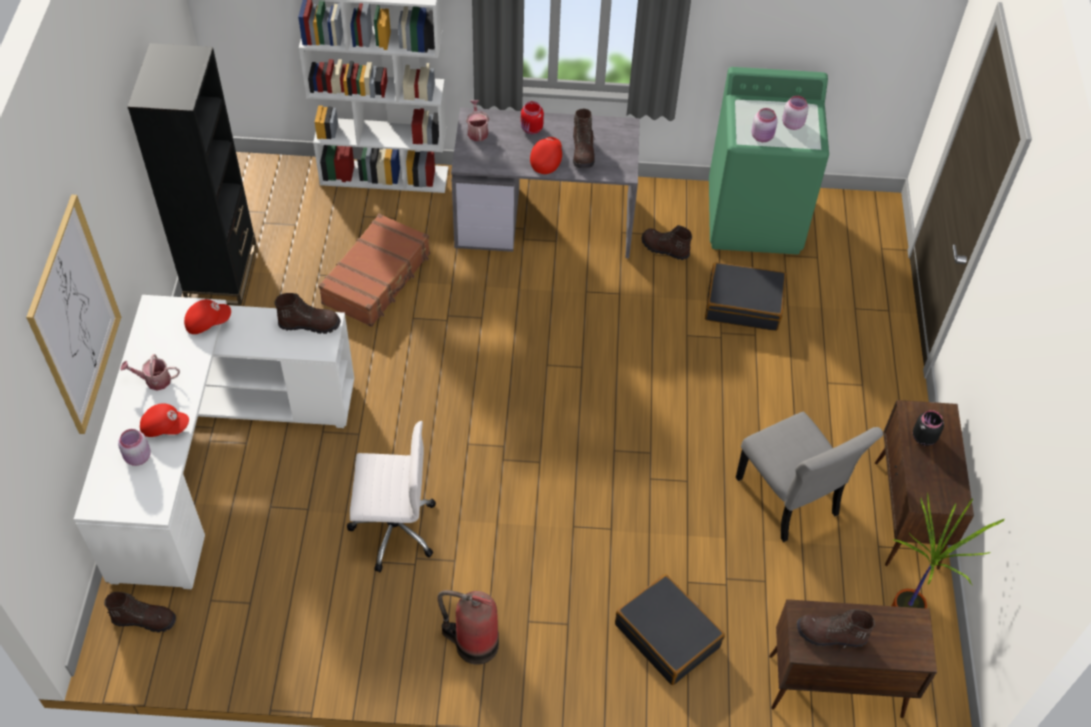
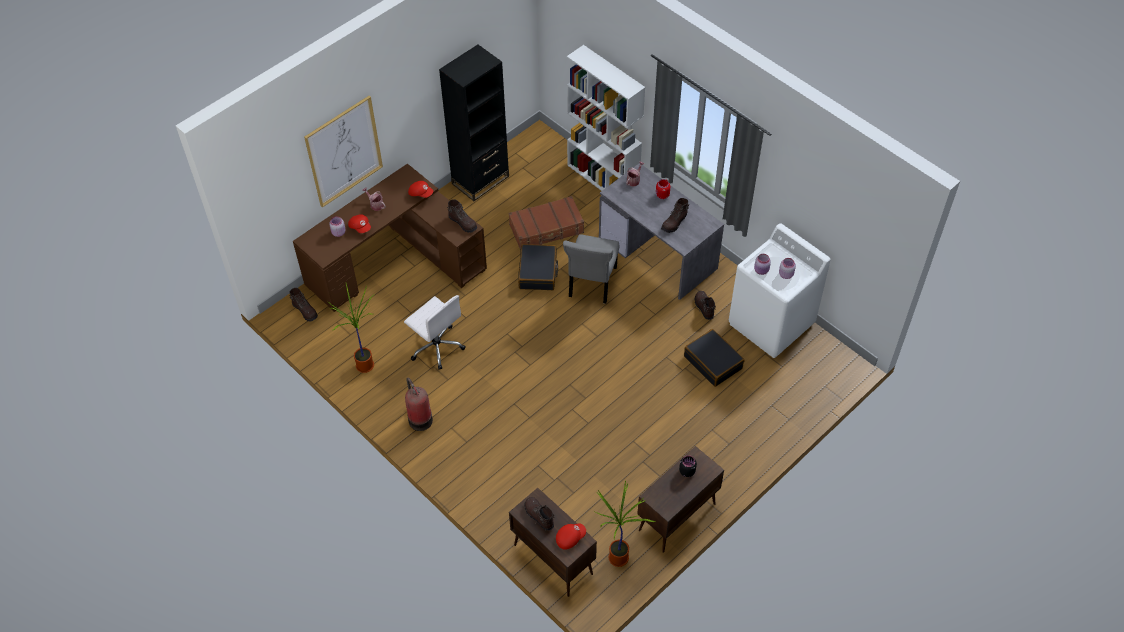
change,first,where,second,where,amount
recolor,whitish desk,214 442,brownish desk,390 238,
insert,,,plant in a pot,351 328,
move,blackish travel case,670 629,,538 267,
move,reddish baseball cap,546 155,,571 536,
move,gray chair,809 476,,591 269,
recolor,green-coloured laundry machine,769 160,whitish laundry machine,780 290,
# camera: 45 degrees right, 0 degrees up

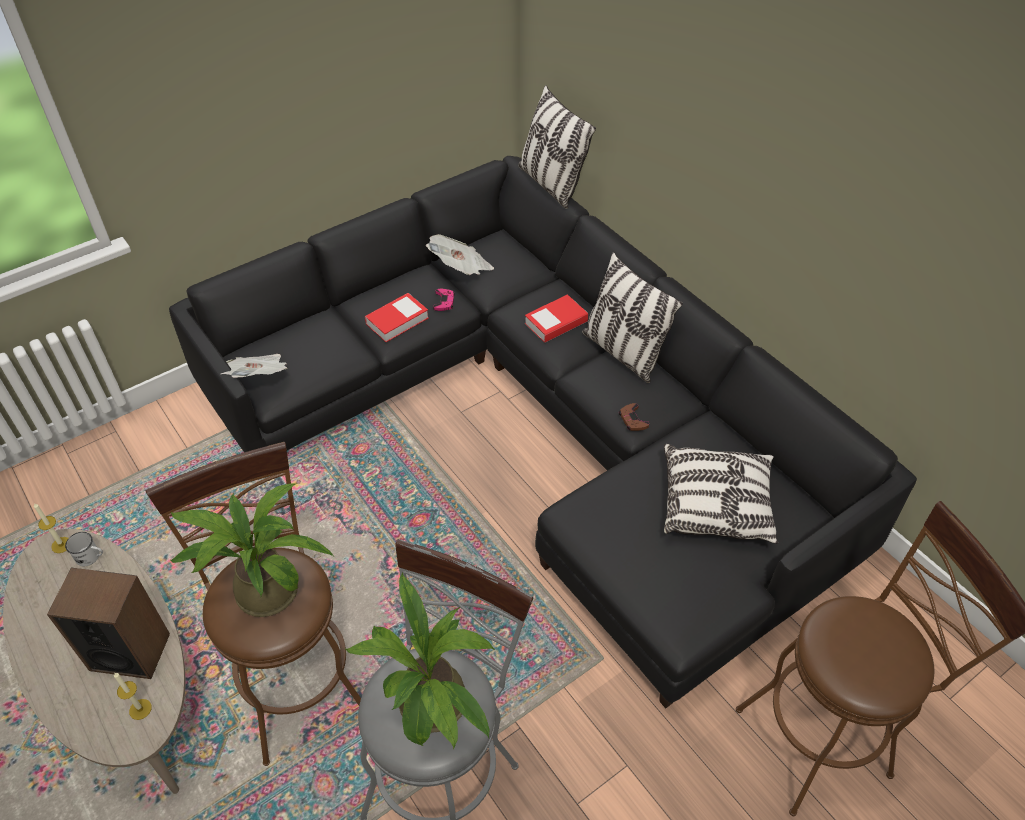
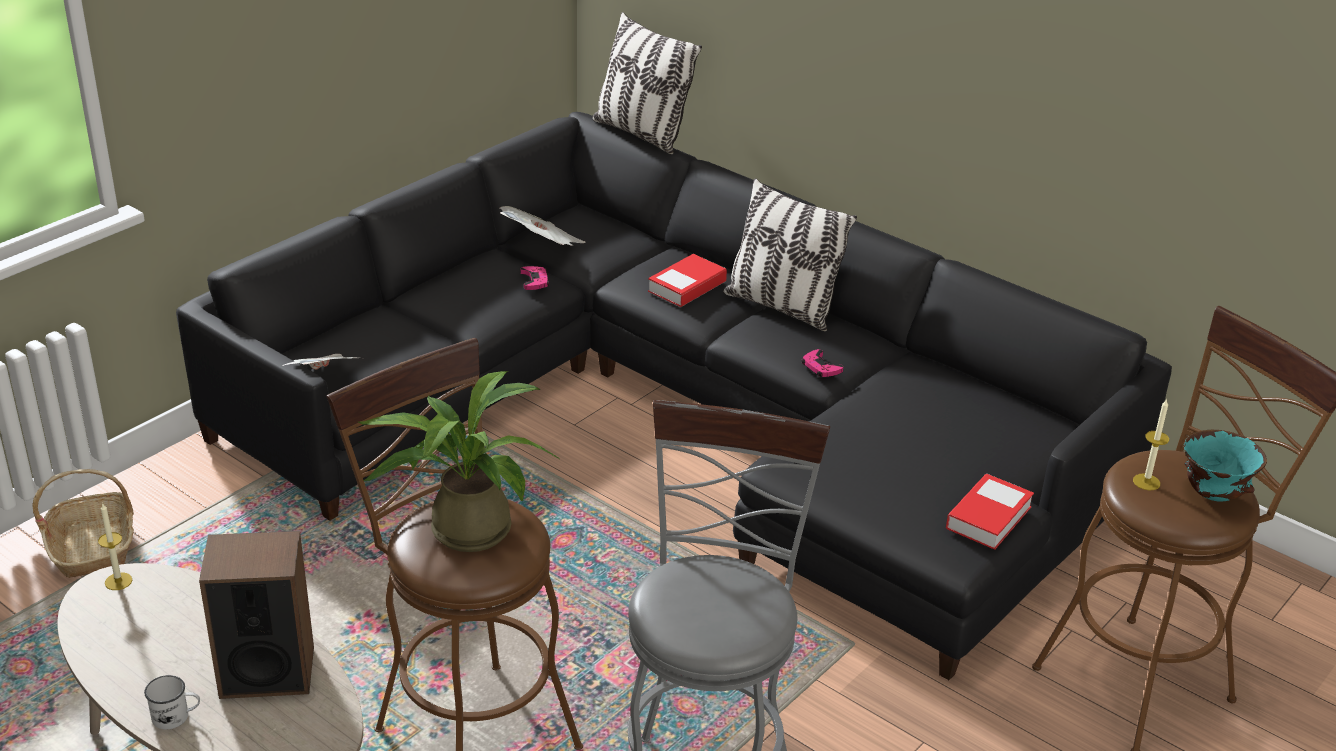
change,first,where,second,where,amount
insert,,,household basket,83 523,
move,whitish tea mug,84 549,,172 702,
recolor,brownish game controller,634 417,pink-coloured game controller,822 363,
move,volume,397 317,,990 512,
move,wax light,133 696,,1151 444,
insert,,,blue-green deep dish,1225 466,
delete,plant in a pot,420 661,,,
delete,cushion,721 494,,,
# camera: 15 degrees left, 15 degrees down

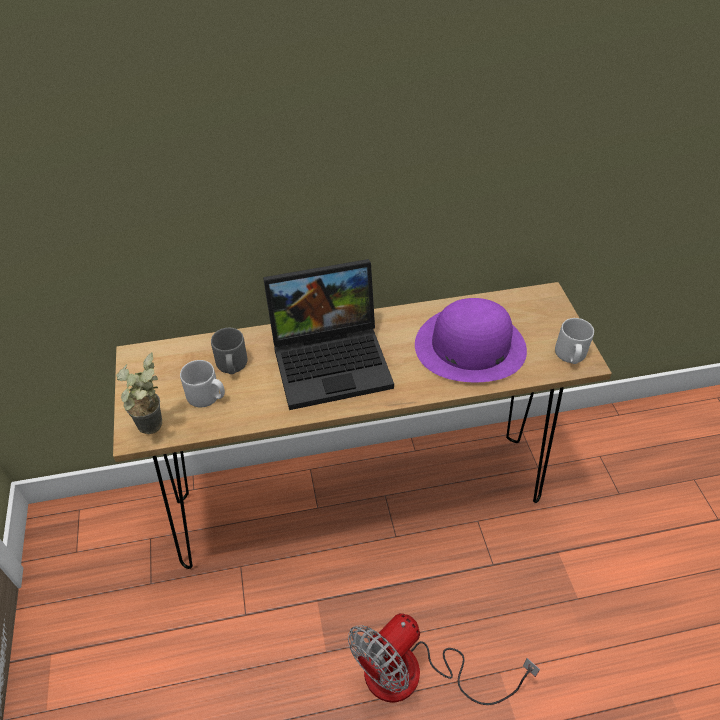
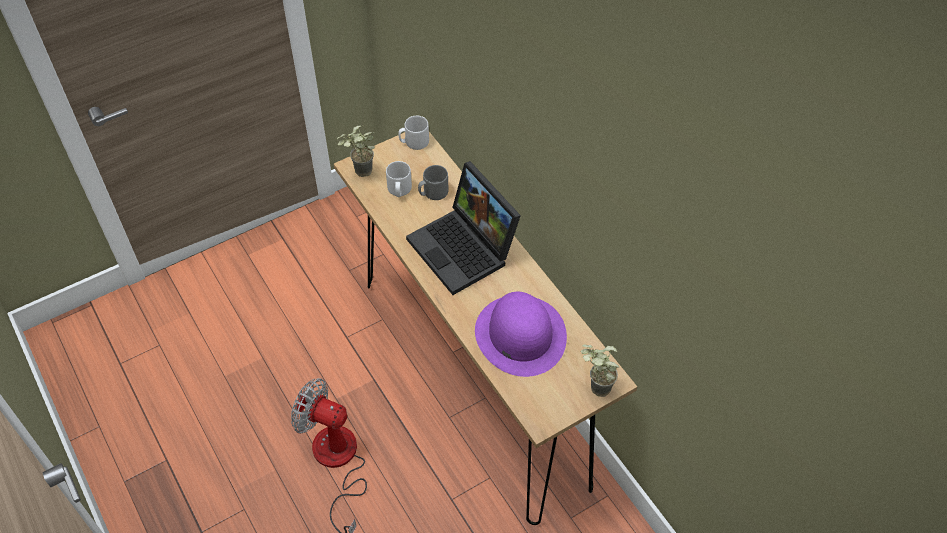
change,first,where,second,where,amount
move,gray tea mug,574 341,,413 133,
insert,,,plant in a pot,600 370,
# camera: 70 degrees right, 5 degrees up

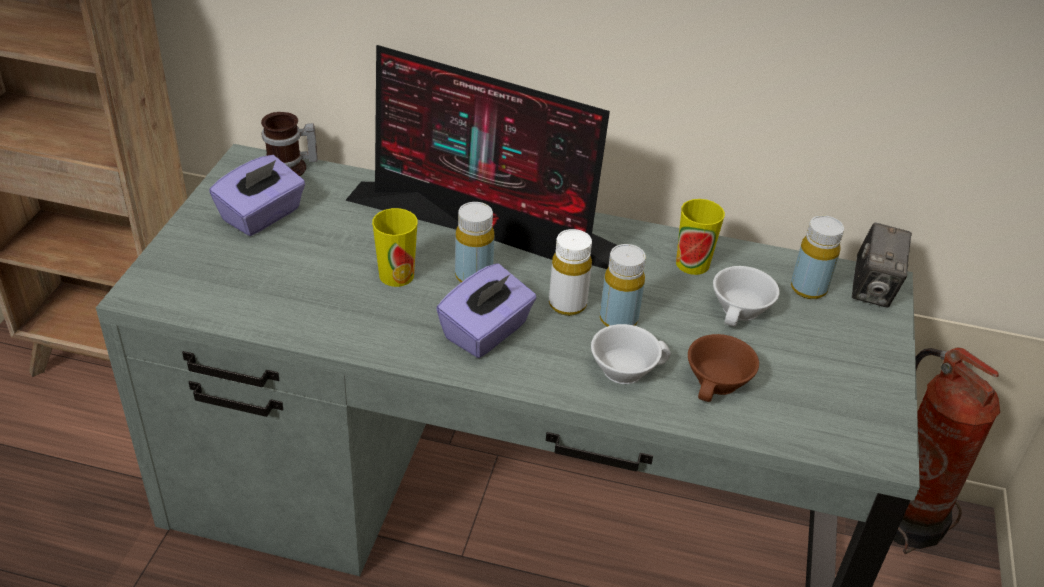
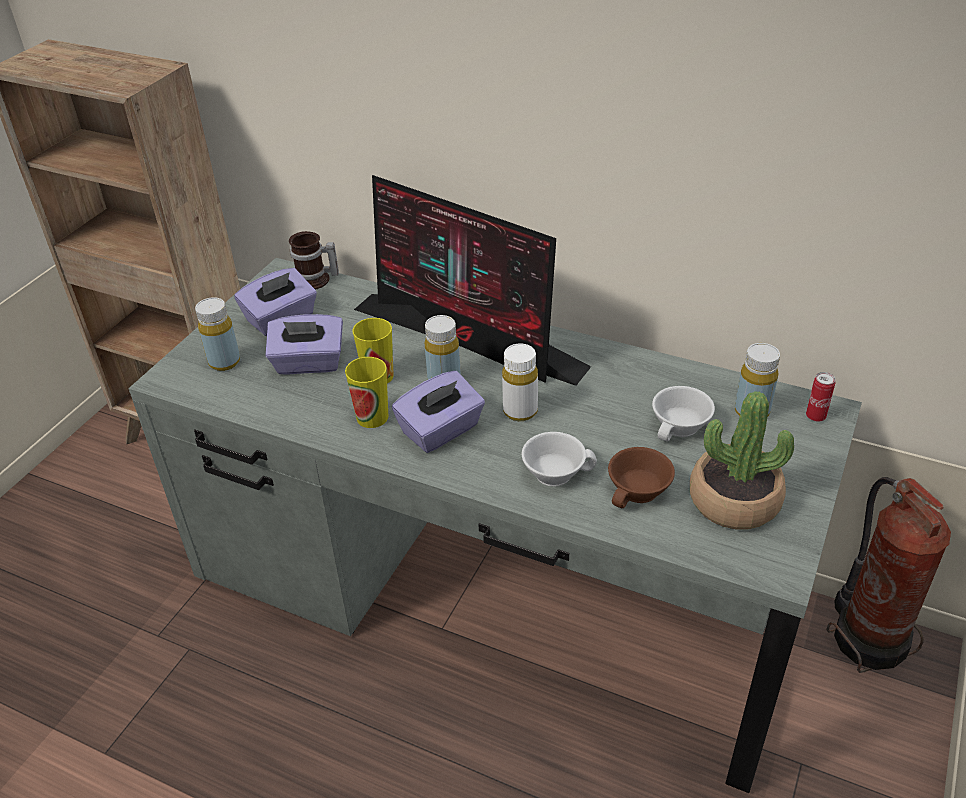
change,first,where,second,where,amount
move,yellow-coloured drink bottle,623 285,,217 334,
insert,,,purple-coloured box of tissues,304 344,
move,drinking cup,700 237,,366 392,
insert,,,plant in a pot,742 460,
replace,still camera,882 265,can,821 397,
# camera: 15 degrees right, 0 degrees up

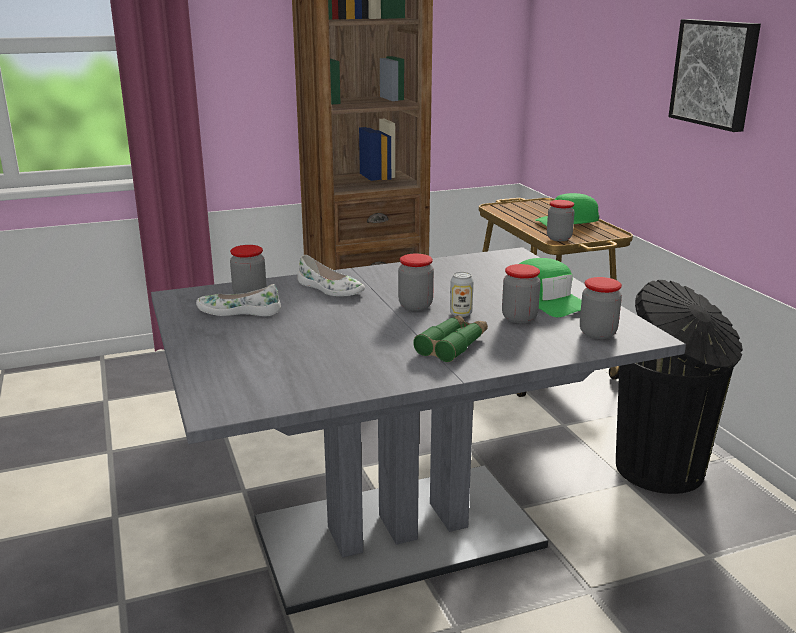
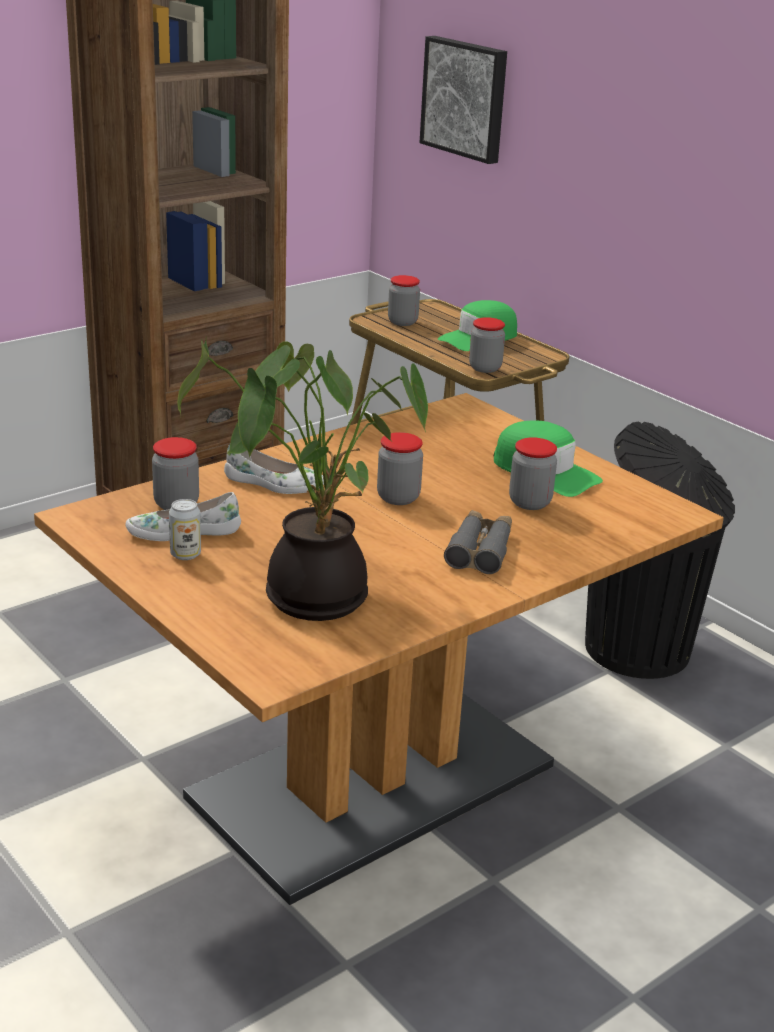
change,first,where,second,where,amount
recolor,gray dinner table,418 431,brownish dinner table,379 649,
move,can,462 294,,185 529,
insert,,,plant in a pot,302 478,
move,jar,601 308,,404 300,
move,picture,714 75,,463 100,
recolor,green-coloured field glasses,450 338,gray field glasses,478 542,
# camera: 20 degrees left, 5 degrees up

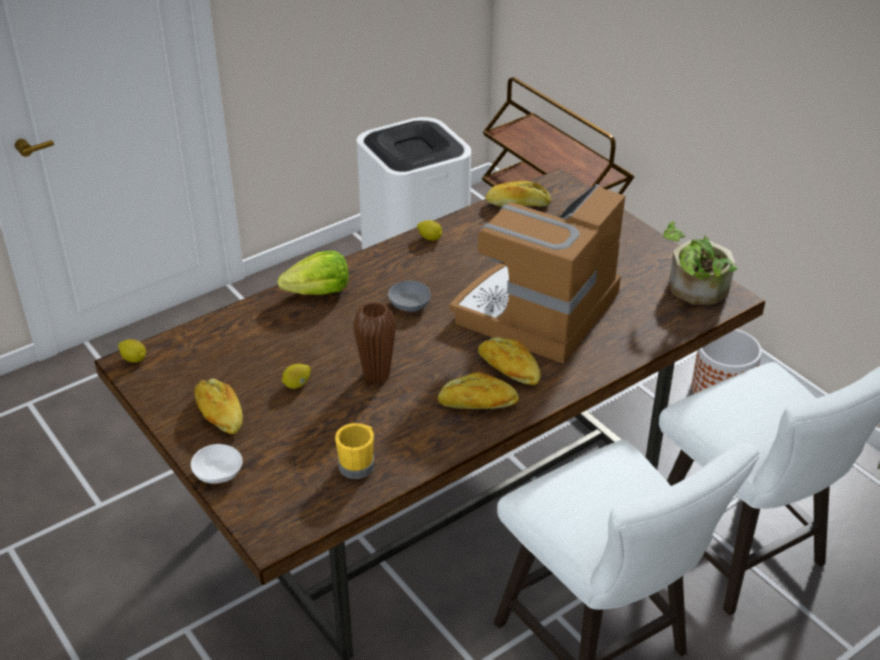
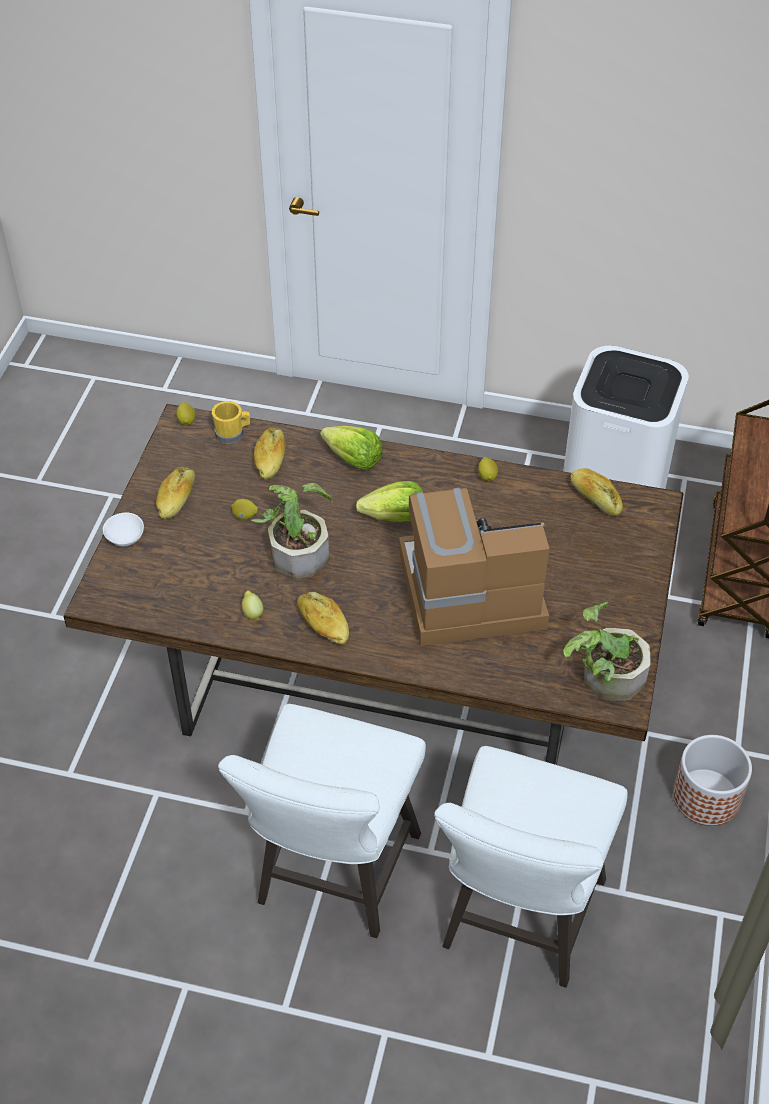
change,first,where,second,where,amount
move,yellow-coloured tea mug,354 451,,231 422,
insert,,,whole lemon,253 605,
replace,brownish flower vase,374 342,plant in a pot,292 531,
move,bakery bread,509 361,,270 453,
replace,gray deep dish,409 296,head of lettuce,390 501,
# camera: 50 degrees right, 10 degrees up

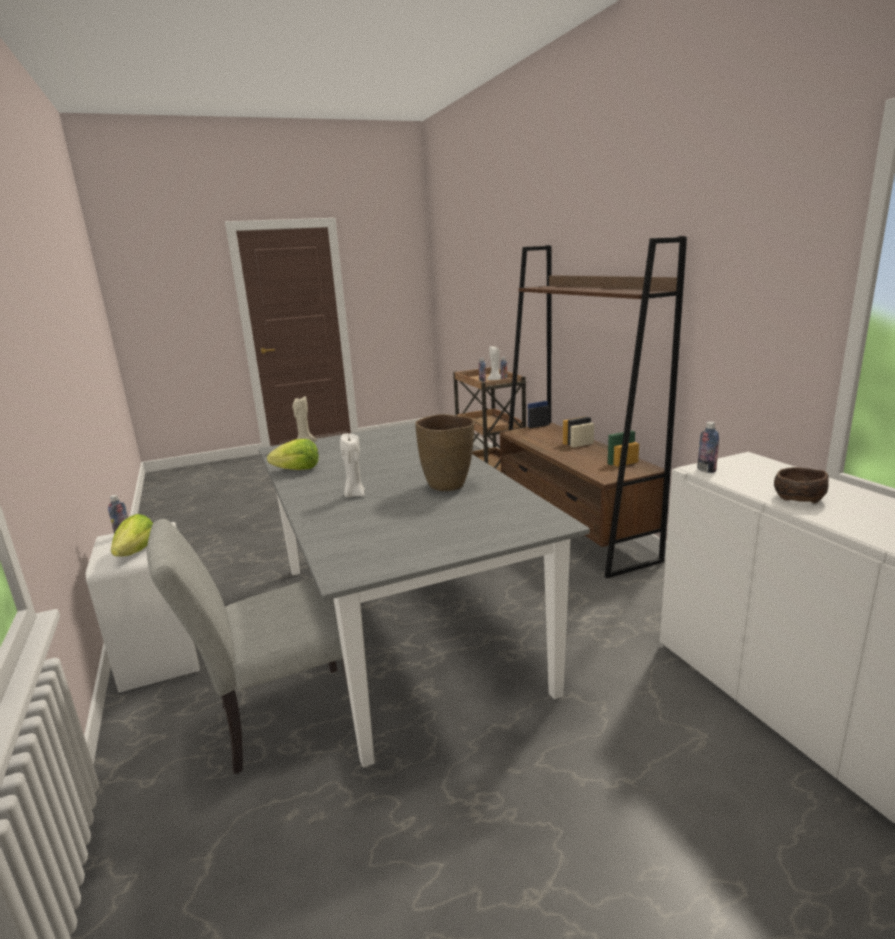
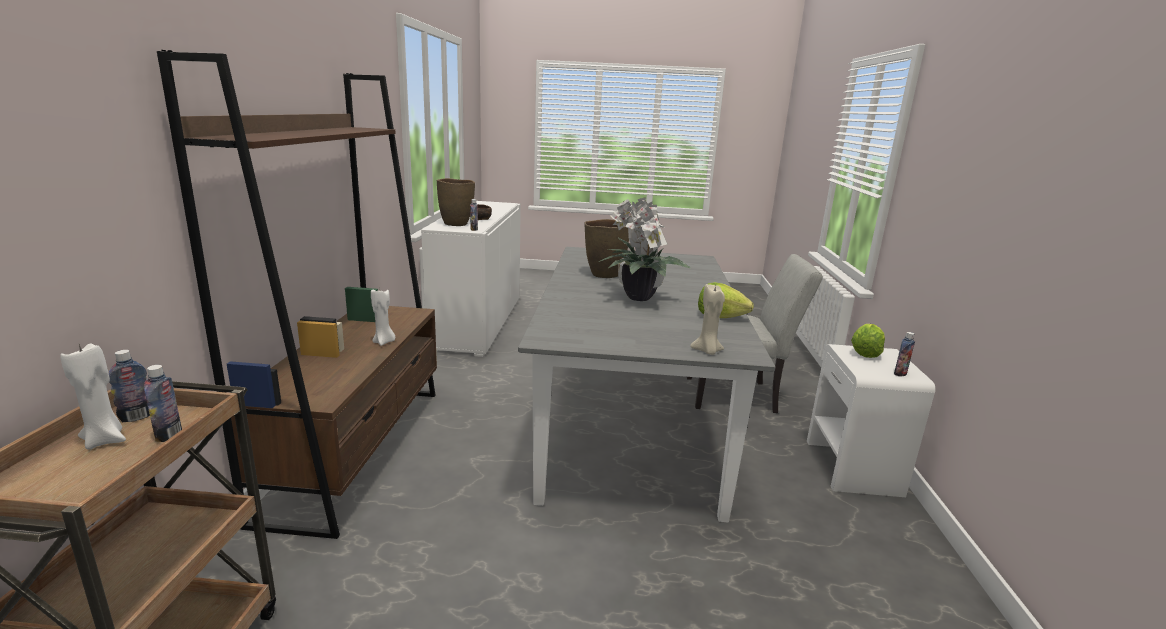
change,first,where,second,where,amount
move,whitish wax light,352 465,,383 316,
insert,,,brownish flower vase,456 202,
insert,,,plant in a pot,645 249,
# camera: 155 degrees left, 0 degrees up

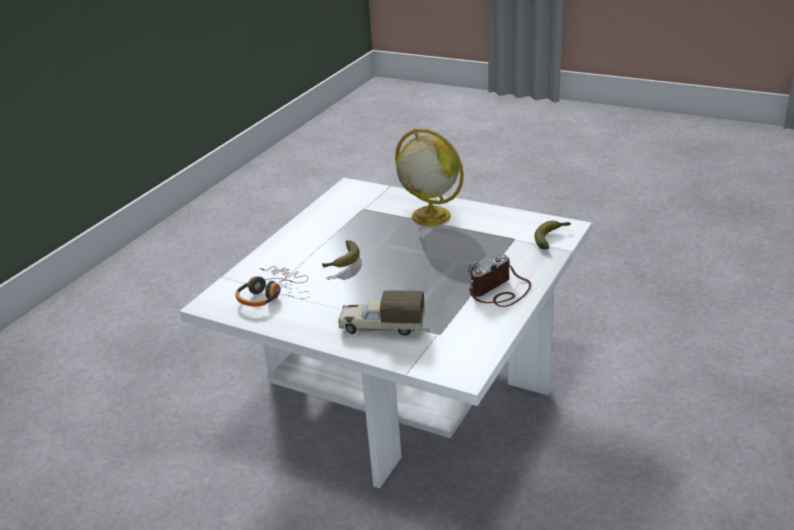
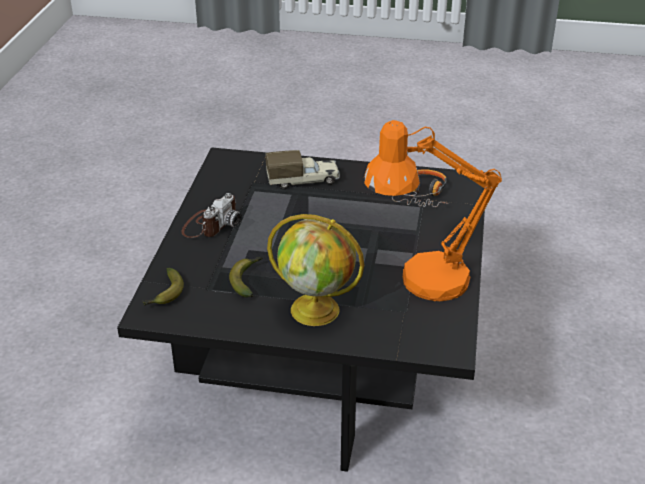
change,first,where,second,where,amount
recolor,whitish lounge table,385 333,blackish lounge table,301 309,
move,whole banana,341 254,,245 277,
insert,,,orange tabletop lamp,433 210,
# camera: 160 degrees right, 5 degrees up

